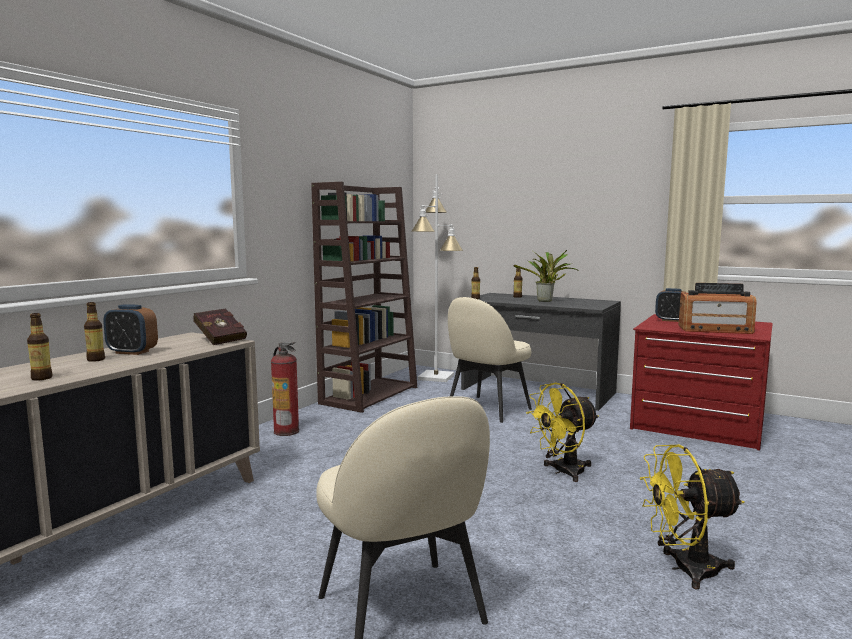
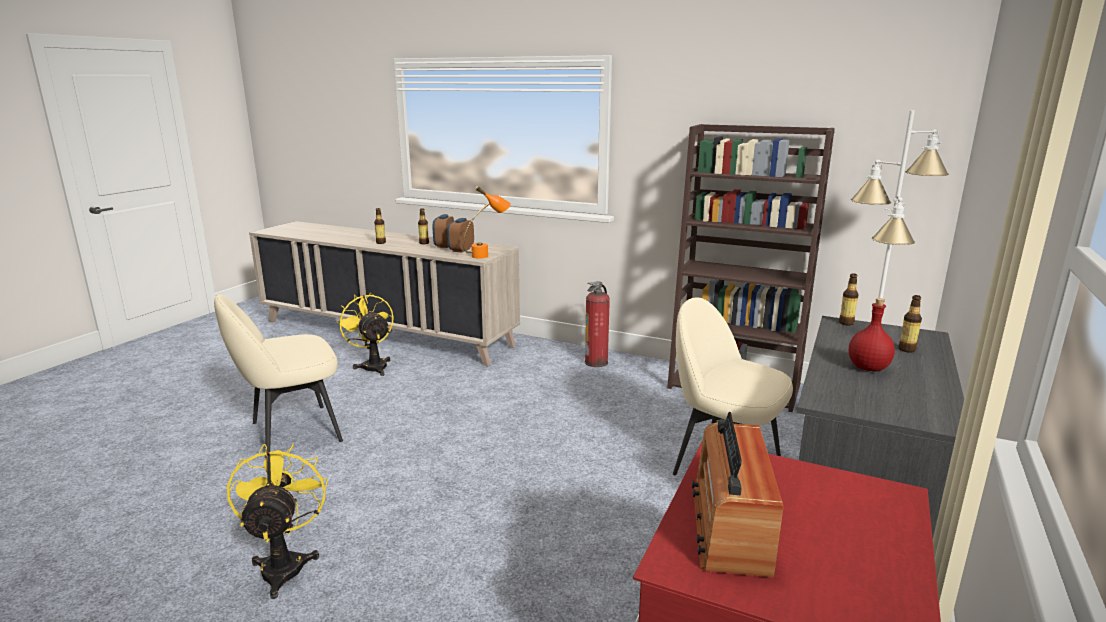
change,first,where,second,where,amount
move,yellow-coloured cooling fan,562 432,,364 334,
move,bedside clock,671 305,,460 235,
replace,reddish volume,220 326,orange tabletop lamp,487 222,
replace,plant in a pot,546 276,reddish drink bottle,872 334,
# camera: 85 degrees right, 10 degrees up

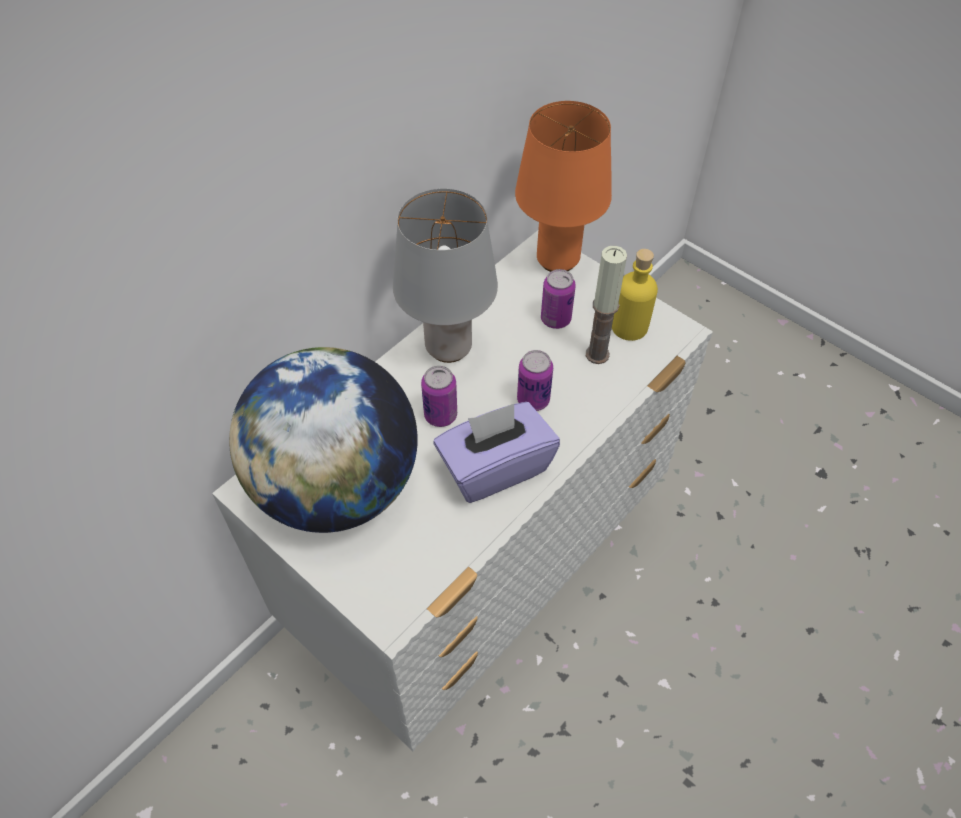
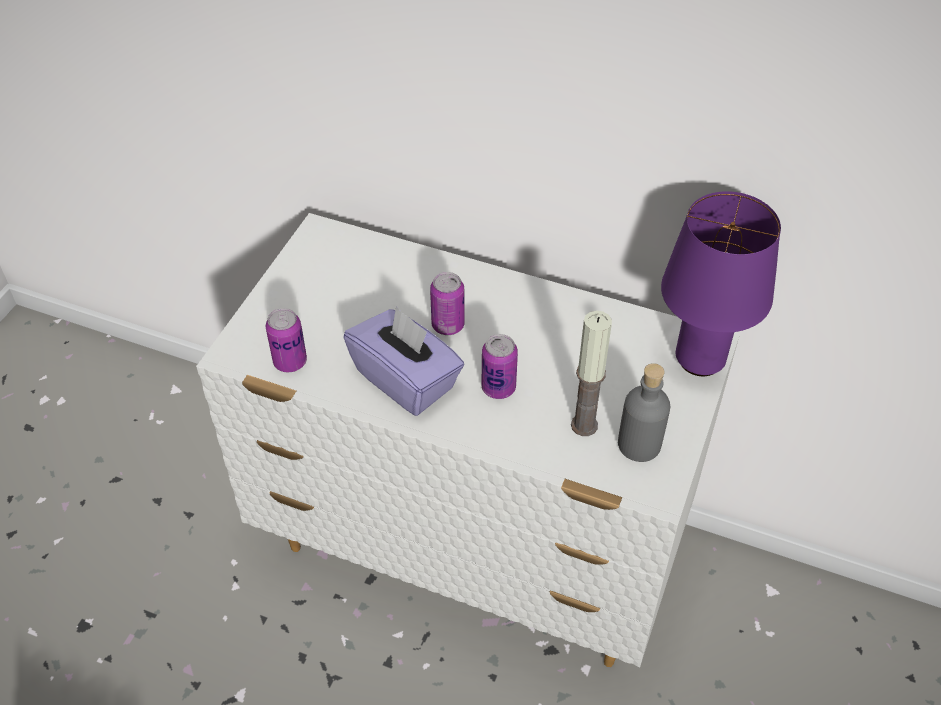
change,first,where,second,where,amount
move,can,558 299,,286 340,
recolor,yellow-coloured drink bottle,635 295,gray drink bottle,644 412,
recolor,orange tabletop lamp,563 186,purple-coloured tabletop lamp,721 283,
delete,globe,323 440,,,
delete,gray tabletop lamp,445 276,,,
# camera: 70 degrees right, 5 degrees down

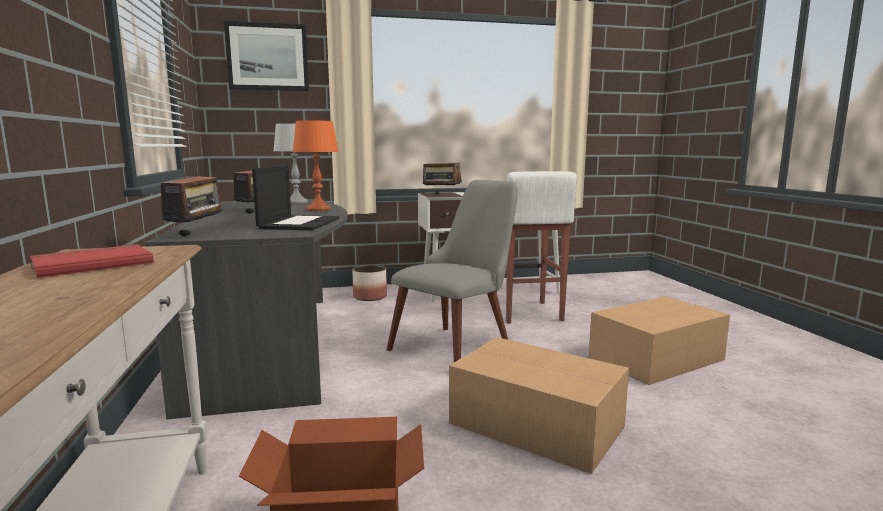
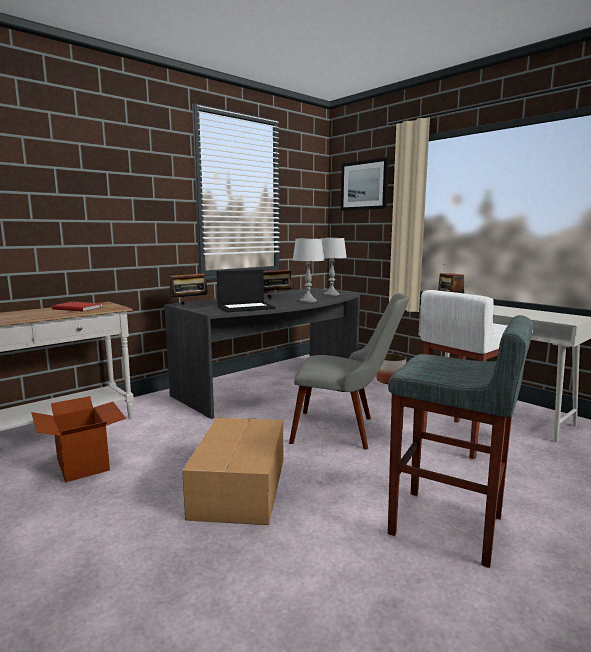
change,first,where,second,where,amount
recolor,orange tabletop lamp,316 165,gray tabletop lamp,308 271,
replace,packing box,659 340,gray sitting stool,460 441,
# camera: 60 degrees right, 0 degrees up

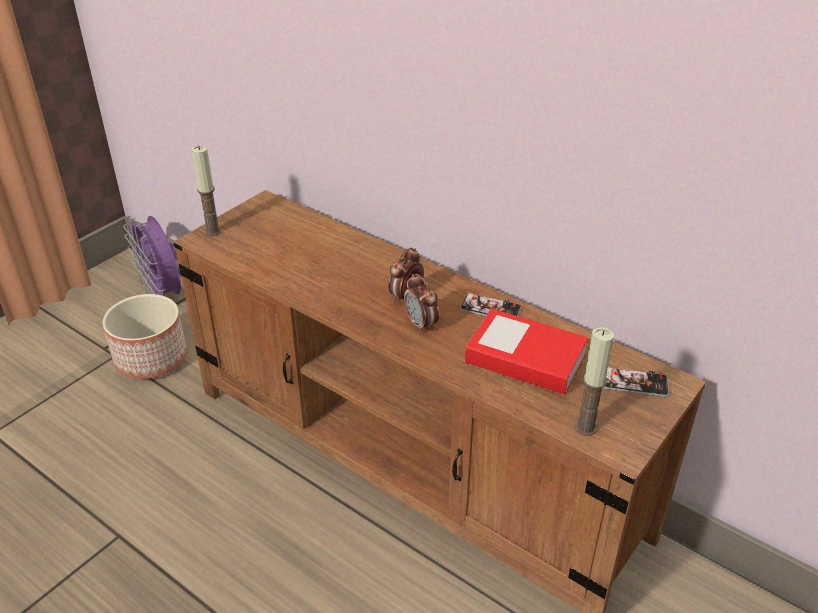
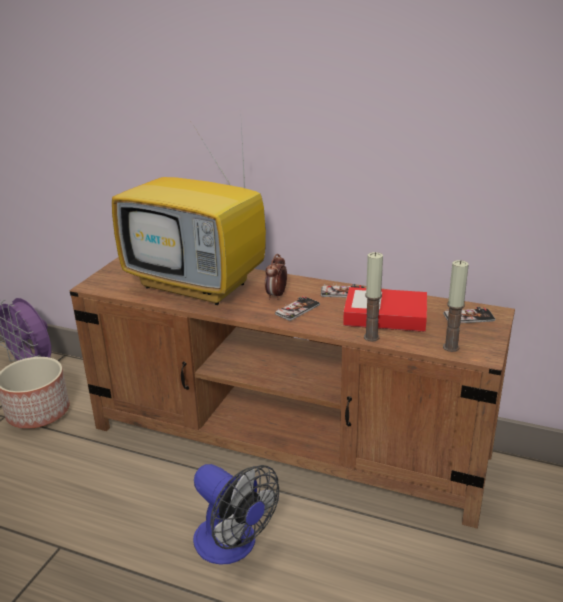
change,first,where,second,where,amount
insert,,,TV,189 215,
insert,,,cooling fan,236 514,
replace,bedside clock,421 304,handset,297 308,
move,wax light,206 190,,373 297,
# camera: 15 degrees left, 10 degrees down

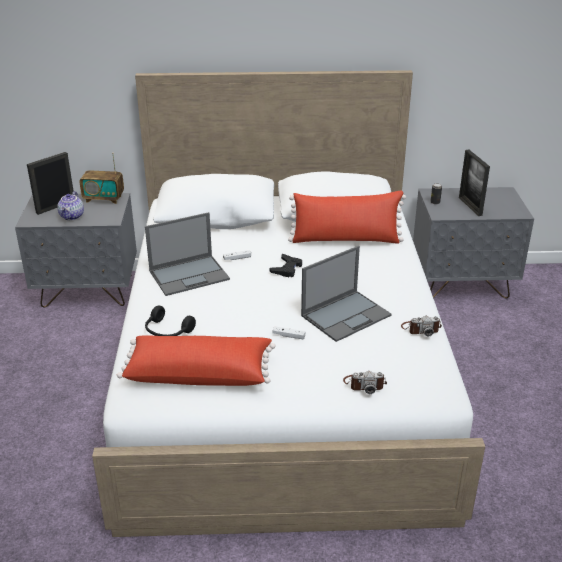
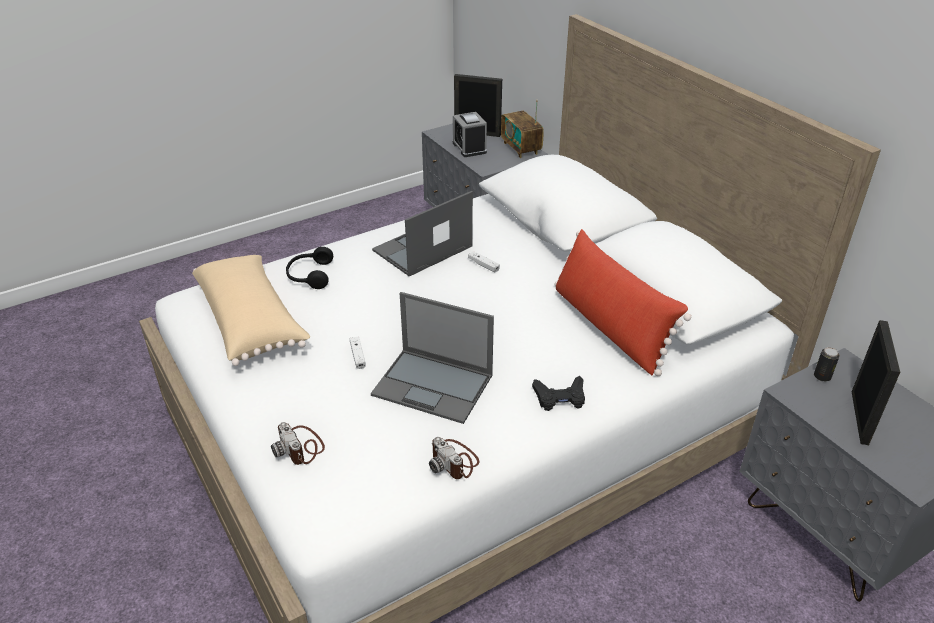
change,first,where,second,where,amount
recolor,reddish cushion,196 361,sand-coloured cushion,251 310,
rotate,notebook computer,187 254,,422 233,105 degrees clockwise
replace,tea pot,70 205,bedside clock,470 134,
move,blackish game controller,285 265,,558 393,
rotate,photo frame,474 183,,876 382,150 degrees clockwise
# camera: 60 degrees right, 5 degrees up

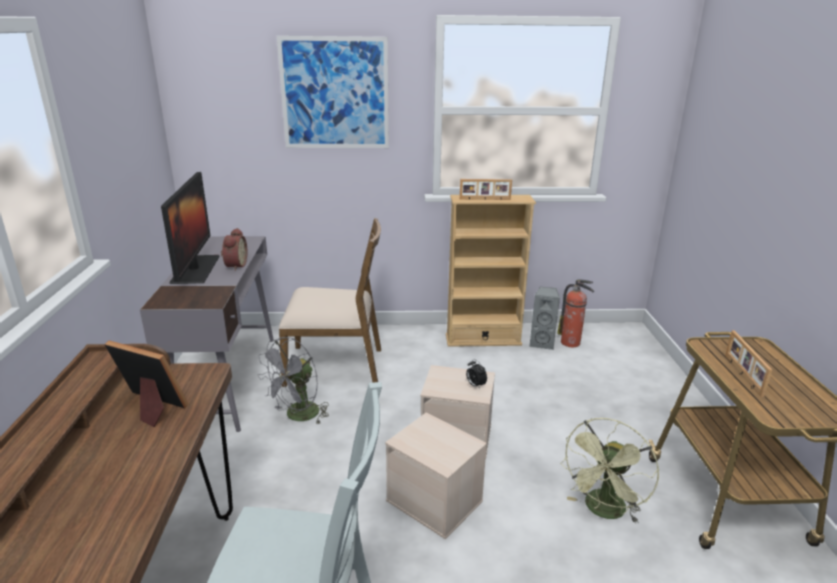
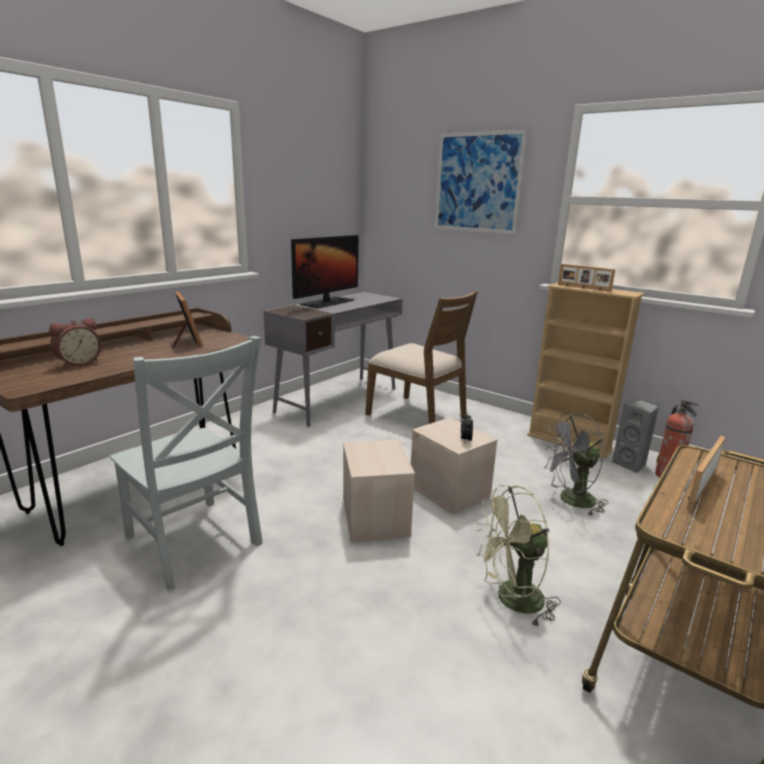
change,first,where,second,where,amount
move,bedside clock,234 249,,75 343,
move,gray cooling fan,293 381,,575 464,
# camera: 40 degrees right, 5 degrees down

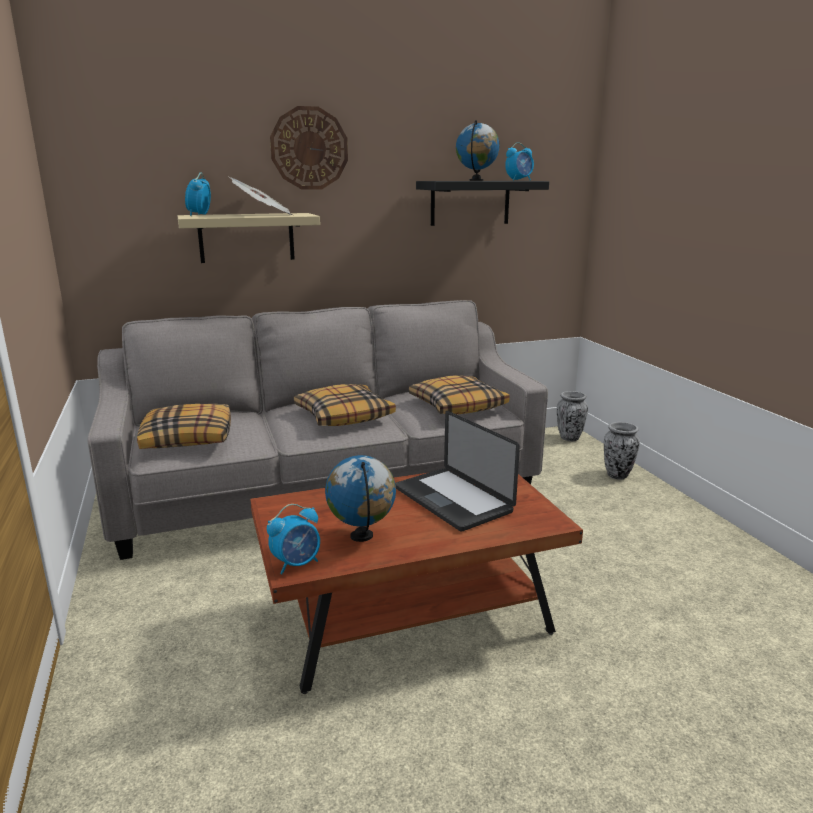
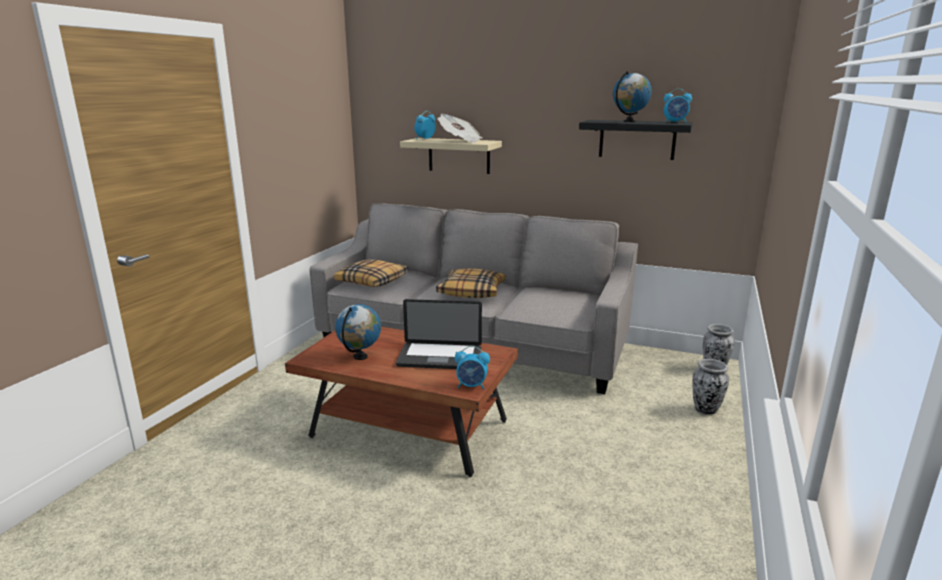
change,first,where,second,where,amount
rotate,notebook computer,457 471,,439 334,90 degrees counterclockwise
move,bedside clock,293 539,,472 368,
delete,clock on the wall,309 148,,,
delete,cushion,459 395,,,
# camera: 40 degrees right, 0 degrees up

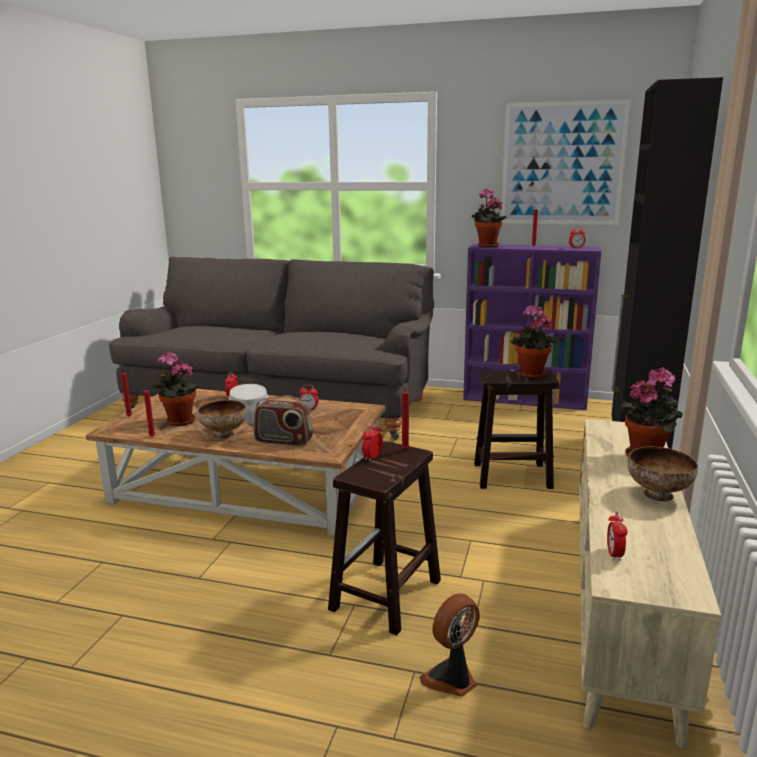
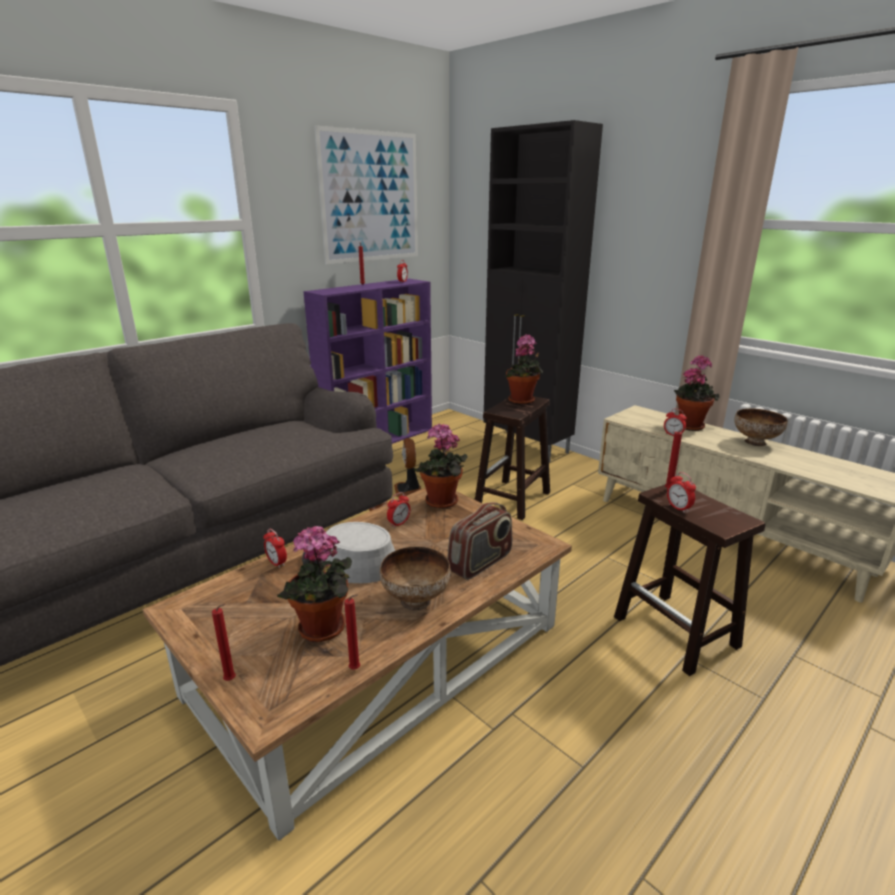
change,first,where,second,where,amount
move,cooling fan,450 645,,407 467,
move,plant in a pot,489 218,,441 465,
move,bedside clock,617 536,,675 422,
# camera: 60 degrees left, 5 degrees up

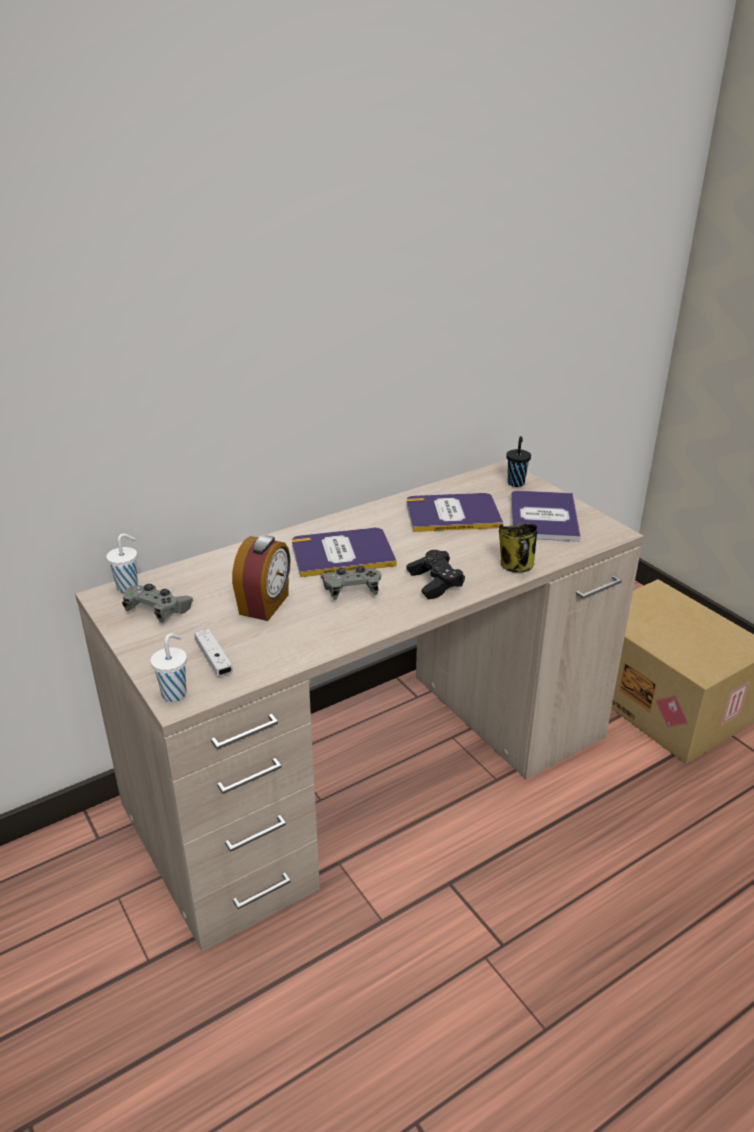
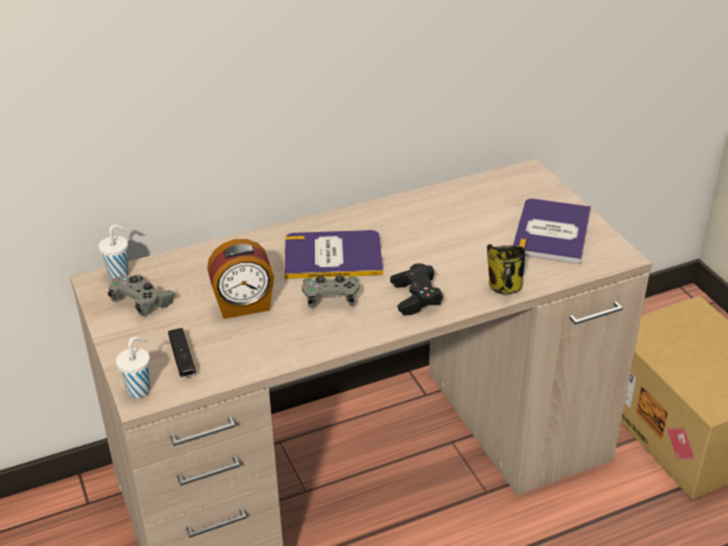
change,first,where,second,where,amount
recolor,whitish game controller,214 652,blackish game controller,182 352,
rotate,bedside clock,261 578,,240 279,45 degrees clockwise
delete,volume,454 512,,,
delete,blackish drinking cup,518 461,,,
# camera: 10 degrees right, 5 degrees up

